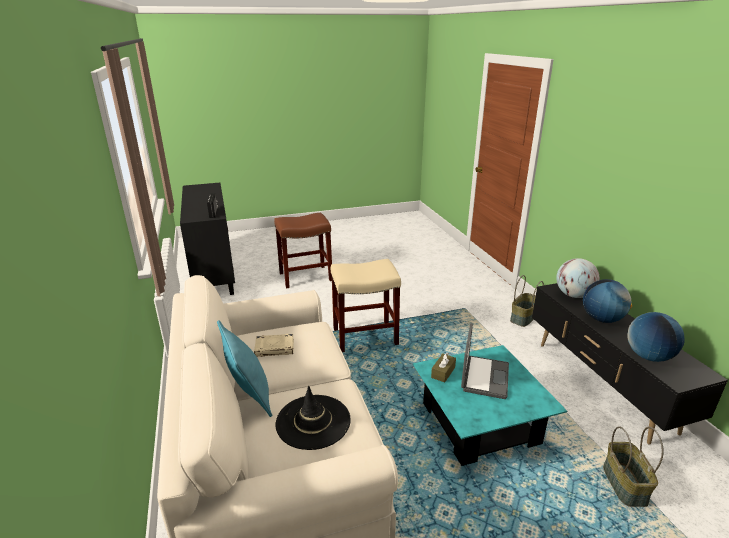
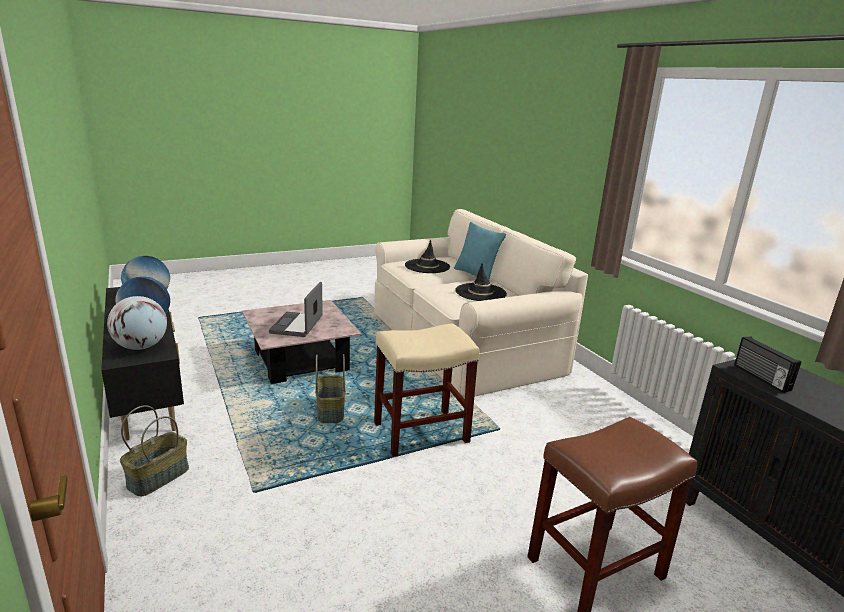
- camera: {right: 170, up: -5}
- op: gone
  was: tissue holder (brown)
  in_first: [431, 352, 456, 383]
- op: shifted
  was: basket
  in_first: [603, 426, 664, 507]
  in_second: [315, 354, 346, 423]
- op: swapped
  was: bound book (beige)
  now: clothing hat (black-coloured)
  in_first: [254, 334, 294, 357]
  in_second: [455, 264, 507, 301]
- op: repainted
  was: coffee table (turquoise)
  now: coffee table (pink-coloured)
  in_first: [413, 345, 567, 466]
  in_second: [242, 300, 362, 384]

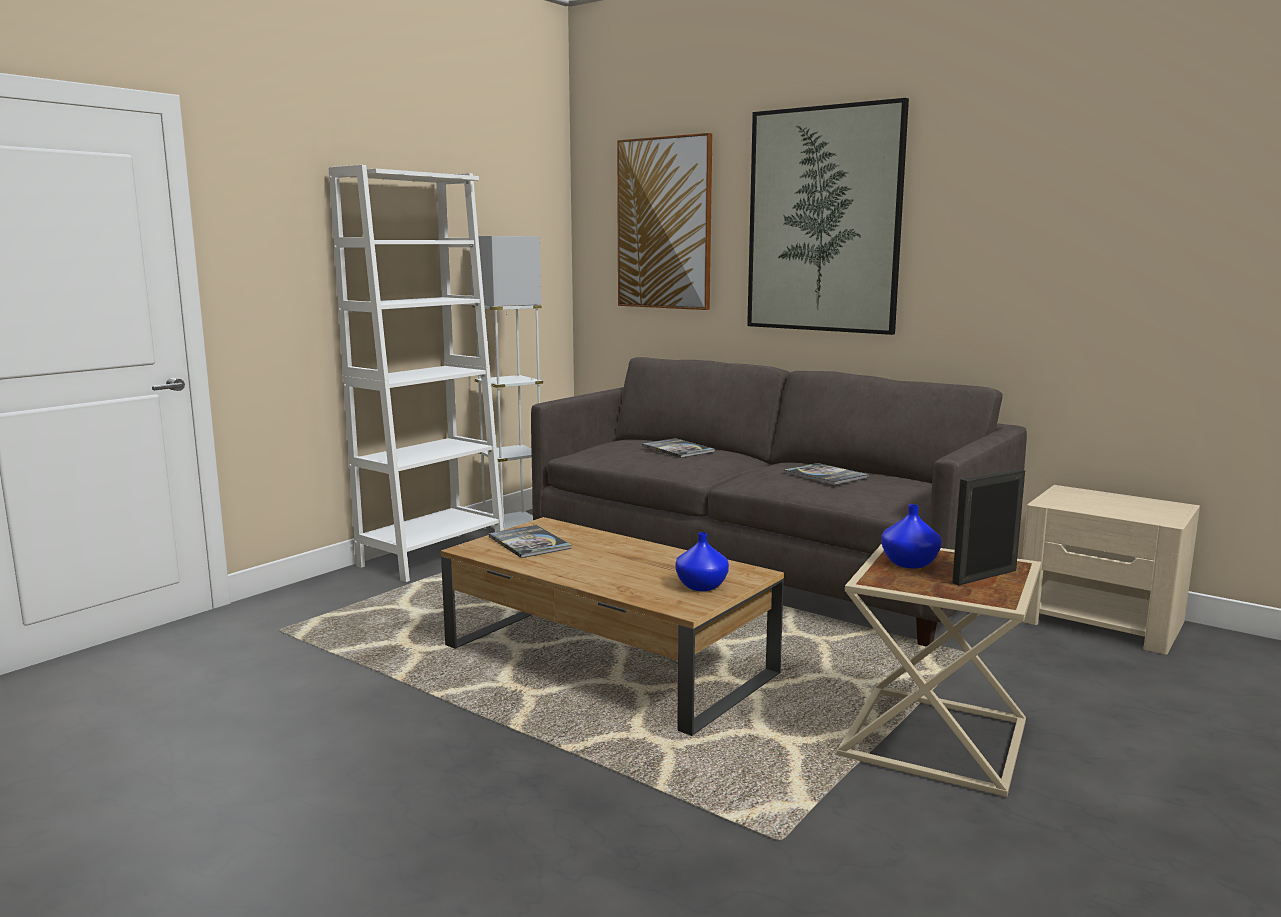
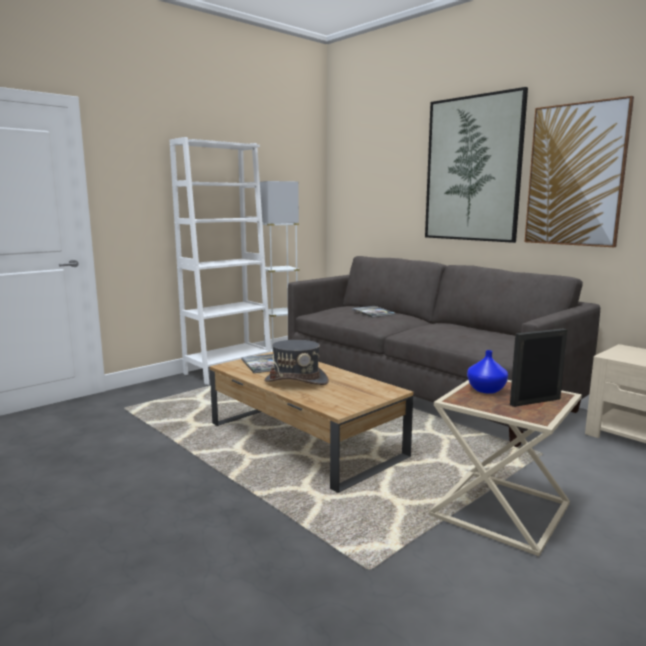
- camera: {right: 10, up: 0}
- op: gone
  was: flower vase (blue)
  in_first: [676, 532, 729, 591]
- op: gone
  was: bound book
  in_first: [784, 463, 869, 485]
- op: new
  now: clothing hat (grey)
  in_second: [264, 340, 329, 385]
- op: shifted
  was: wall art
  in_first: [617, 133, 712, 310]
  in_second: [525, 96, 634, 247]

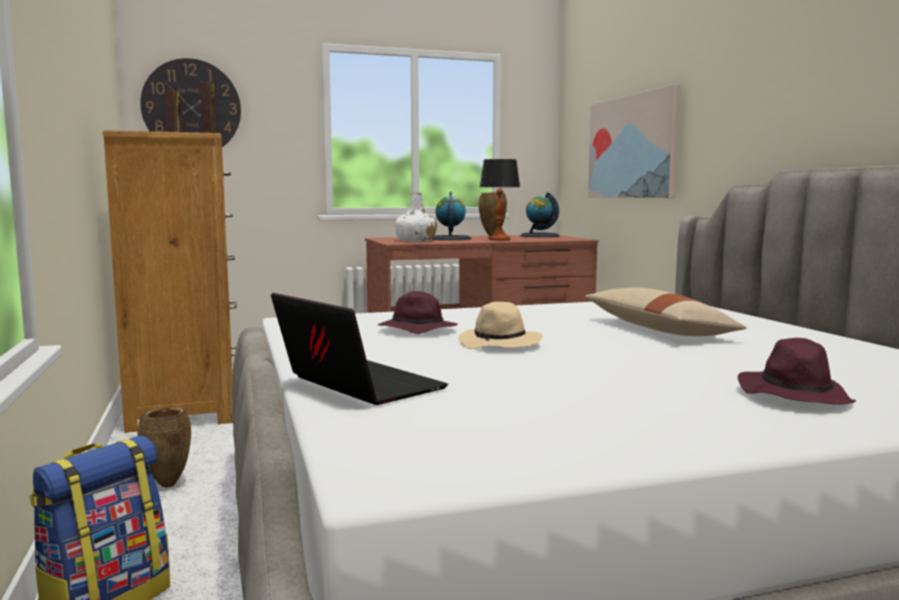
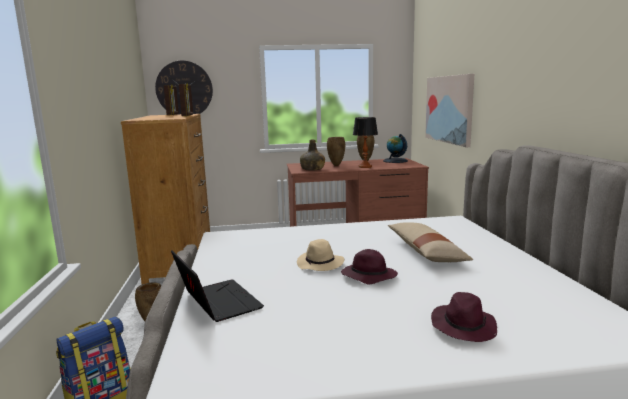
- camera: {right: 10, up: 5}
- op: shifted
  was: clothing hat (purple-coloured)
  in_first: [378, 291, 458, 334]
  in_second: [341, 249, 398, 284]
- op: swapped
  was: world globe
  now: flower vase (brown)
  in_first: [432, 192, 472, 240]
  in_second: [327, 137, 345, 166]
- op: repainted
  was: beverage bottle (whitish)
  now: beverage bottle (green-coloured)
  in_first: [395, 192, 437, 242]
  in_second: [300, 140, 325, 171]

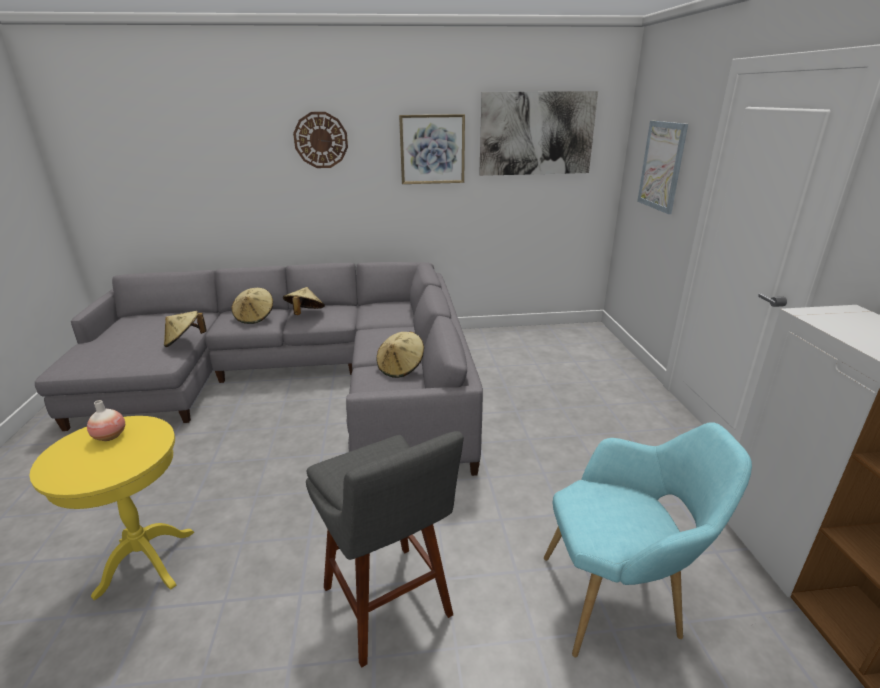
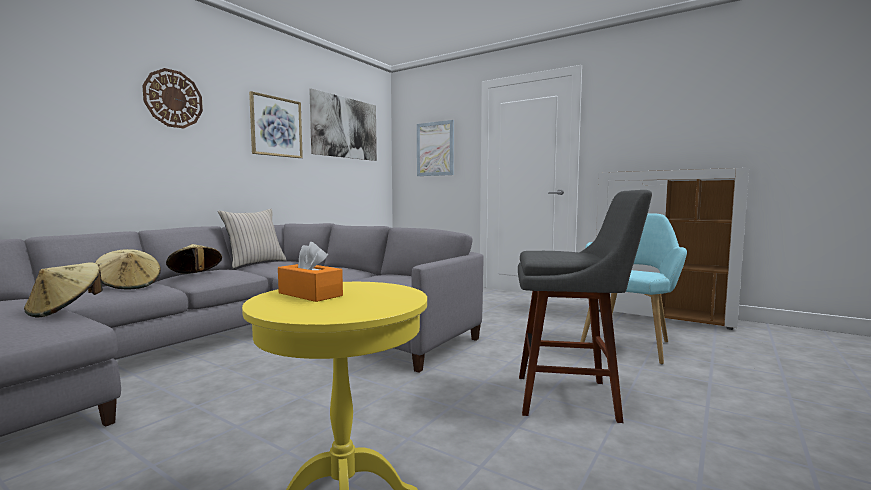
- camera: {right: -50, up: -20}
- op: gone
  was: clothing hat (beige)
  in_first: [377, 332, 424, 378]
- op: new
  now: pillow (beige)
  in_second: [218, 209, 287, 268]
- op: swapped
  was: flower vase
  now: tissue holder (orangey)
  in_first: [87, 400, 125, 441]
  in_second: [278, 242, 343, 302]

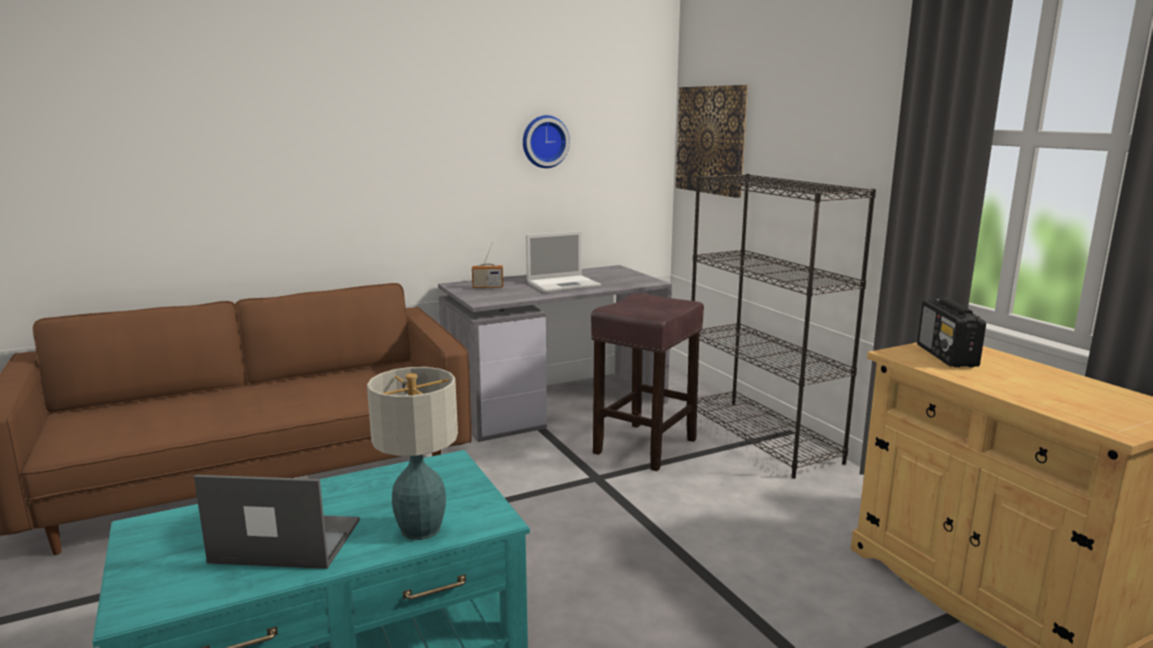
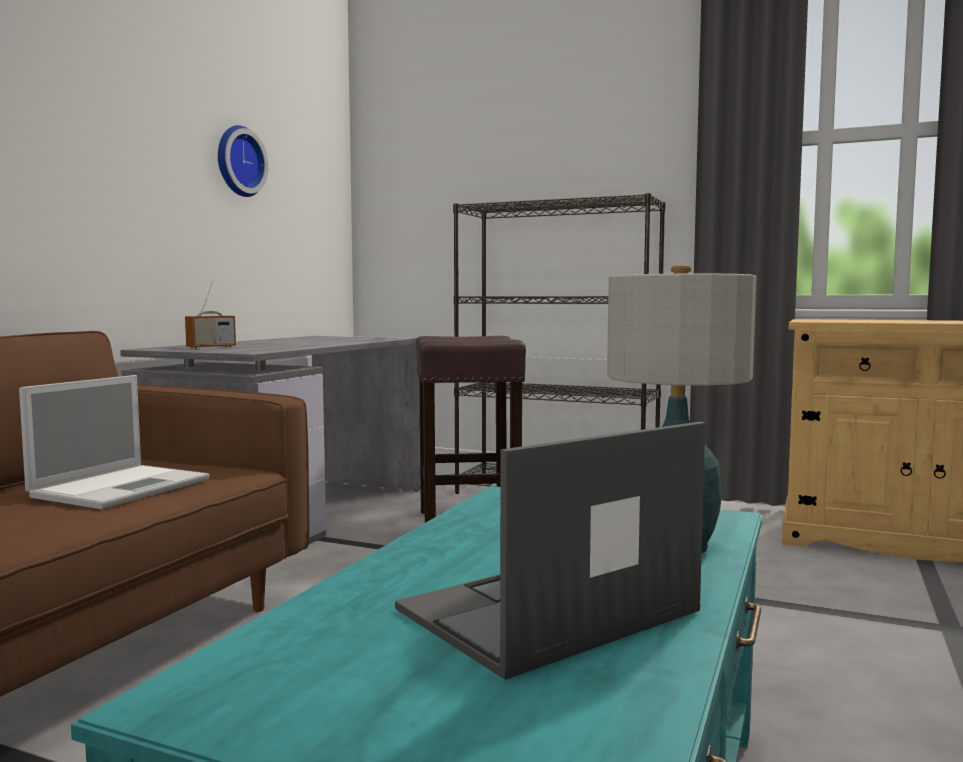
- camera: {right: -40, up: -10}
- op: gone
  was: wall art
  in_first: [676, 85, 748, 198]
- op: gone
  was: radio receiver
  in_first: [917, 299, 986, 368]
- op: shifted
  was: laptop
  in_first: [526, 231, 601, 293]
  in_second: [19, 375, 210, 509]

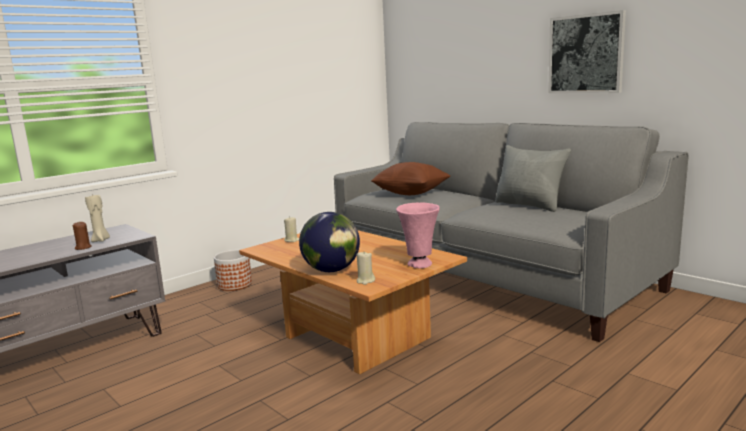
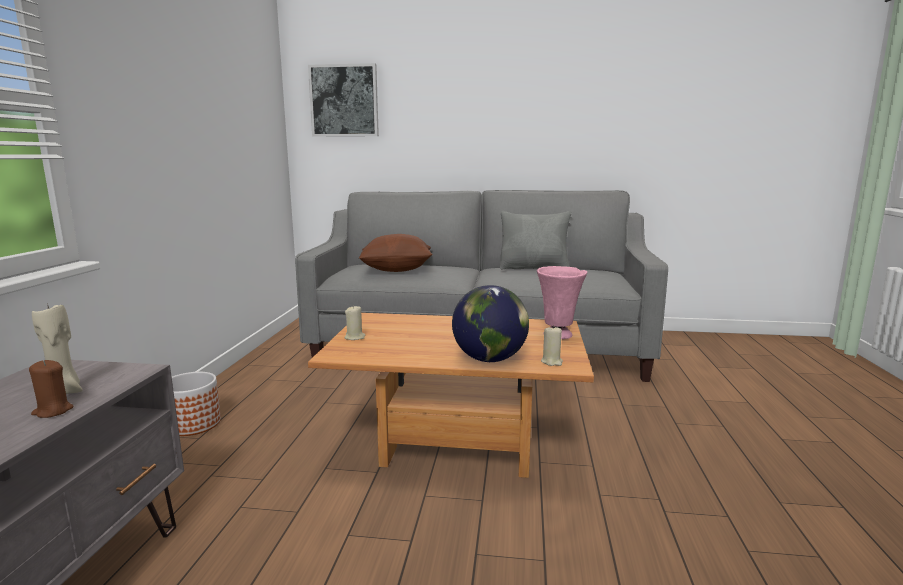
- camera: {right: -40, up: 0}
- op: shifted
  was: wall art
  in_first: [548, 10, 626, 93]
  in_second: [308, 63, 379, 137]

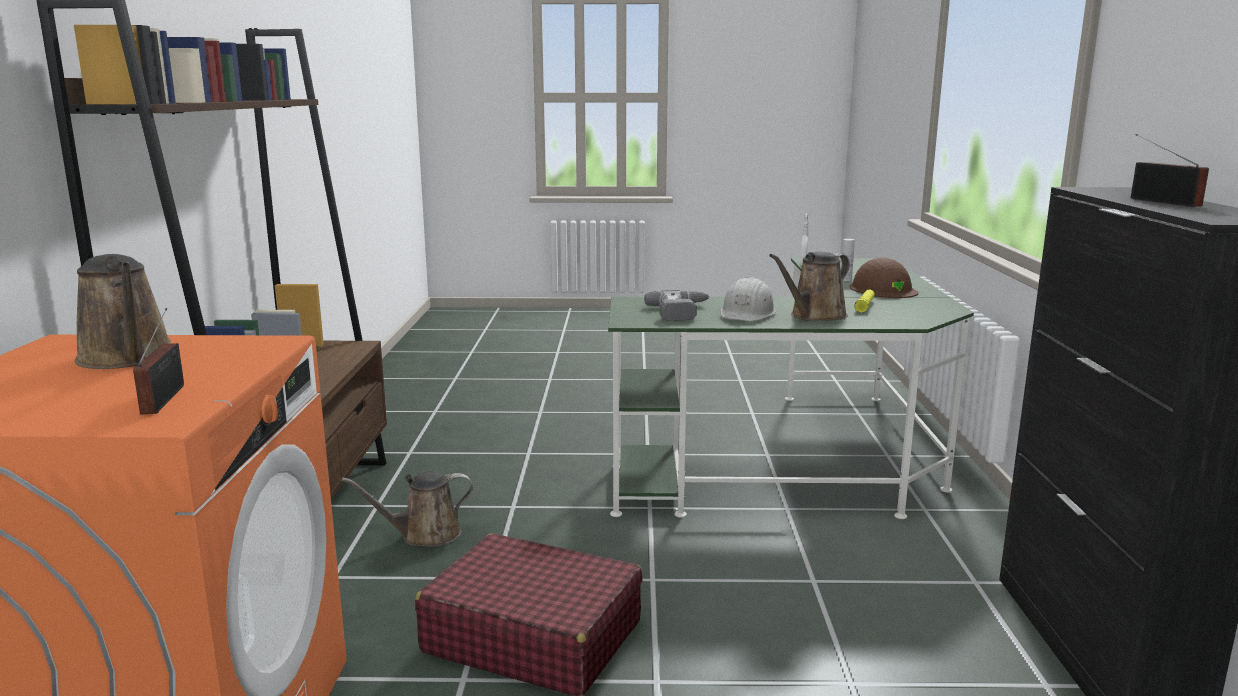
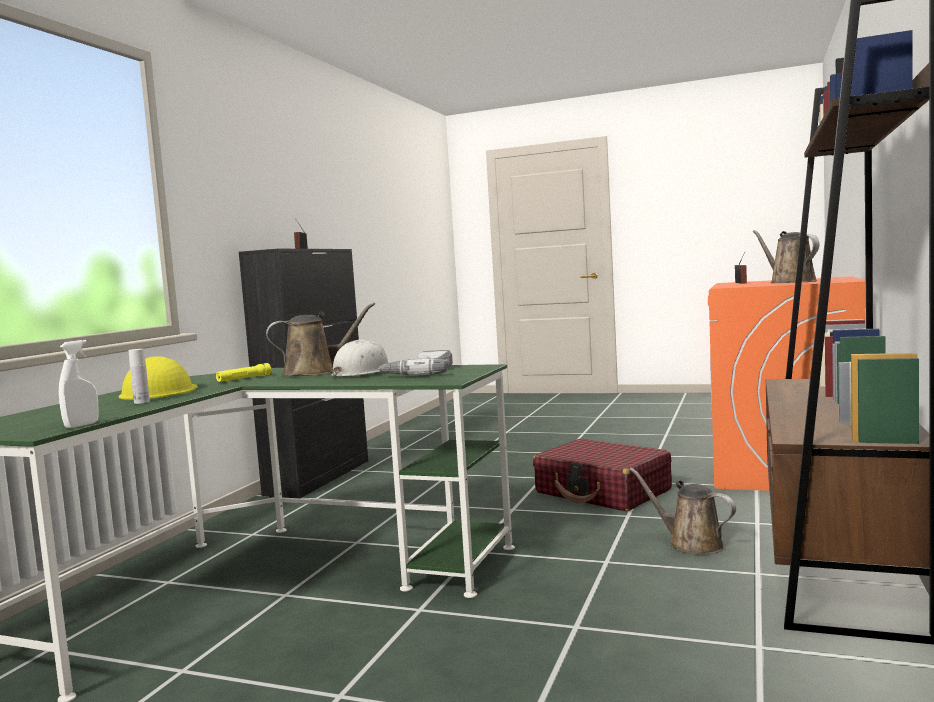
- camera: {right: -160, up: -10}
- op: repainted
  was: hard hat (brown)
  now: hard hat (yellow-coloured)
  in_first: [850, 258, 919, 298]
  in_second: [119, 356, 198, 400]
- op: rotated
  was: sprinkling can (brown)
  in_first: [342, 471, 473, 547]
  in_second: [629, 468, 736, 554]
  clockwise: -135

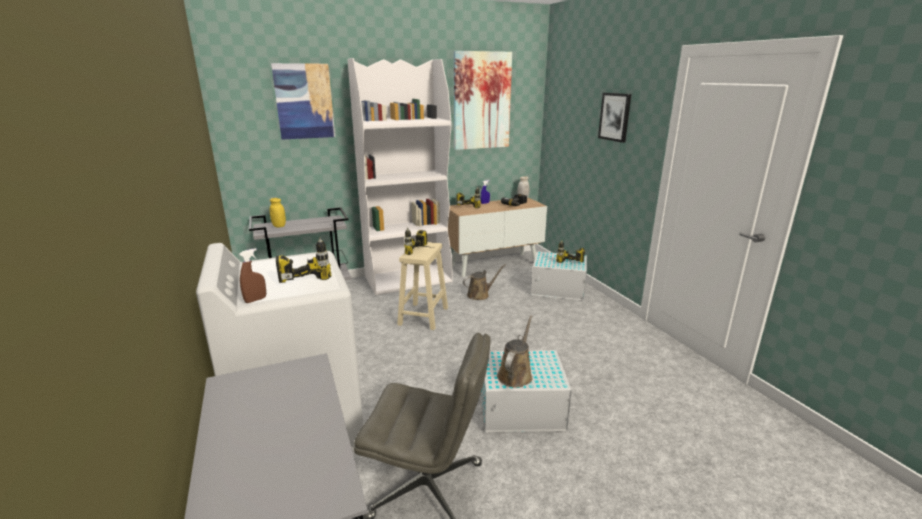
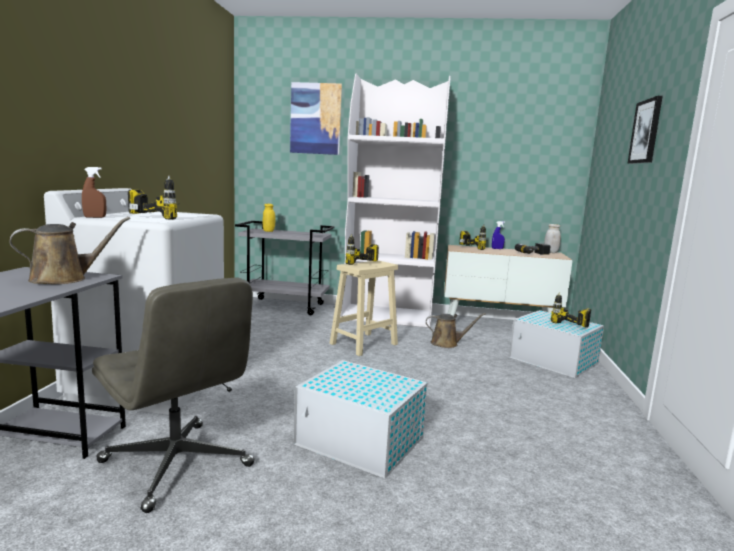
- camera: {right: 30, up: -10}
- op: gone
  was: wall art
  in_first: [454, 51, 512, 150]
- op: shifted
  was: sprinkling can (brown)
  in_first: [497, 315, 533, 388]
  in_second: [9, 217, 130, 284]

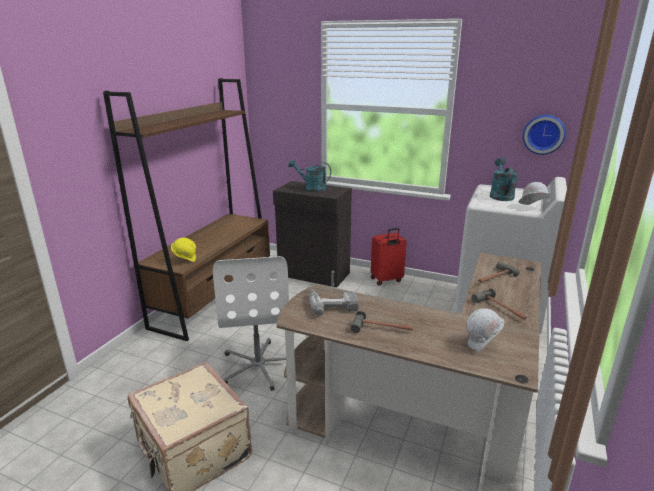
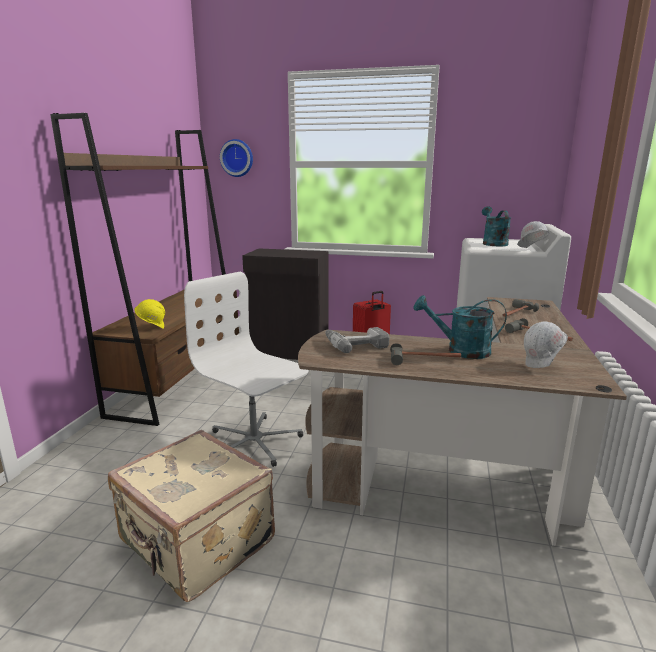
- camera: {right: -10, up: -5}
- op: shifted
  was: sprinkling can (turquoise)
  in_first: [288, 159, 331, 192]
  in_second: [413, 295, 507, 359]
- op: shifted
  was: hanging clock
  in_first: [522, 115, 566, 155]
  in_second: [220, 139, 253, 177]
- op: rotated
  was: computer chair (whitish)
  in_first: [213, 256, 289, 391]
  in_second: [184, 272, 309, 467]
  clockwise: 150

